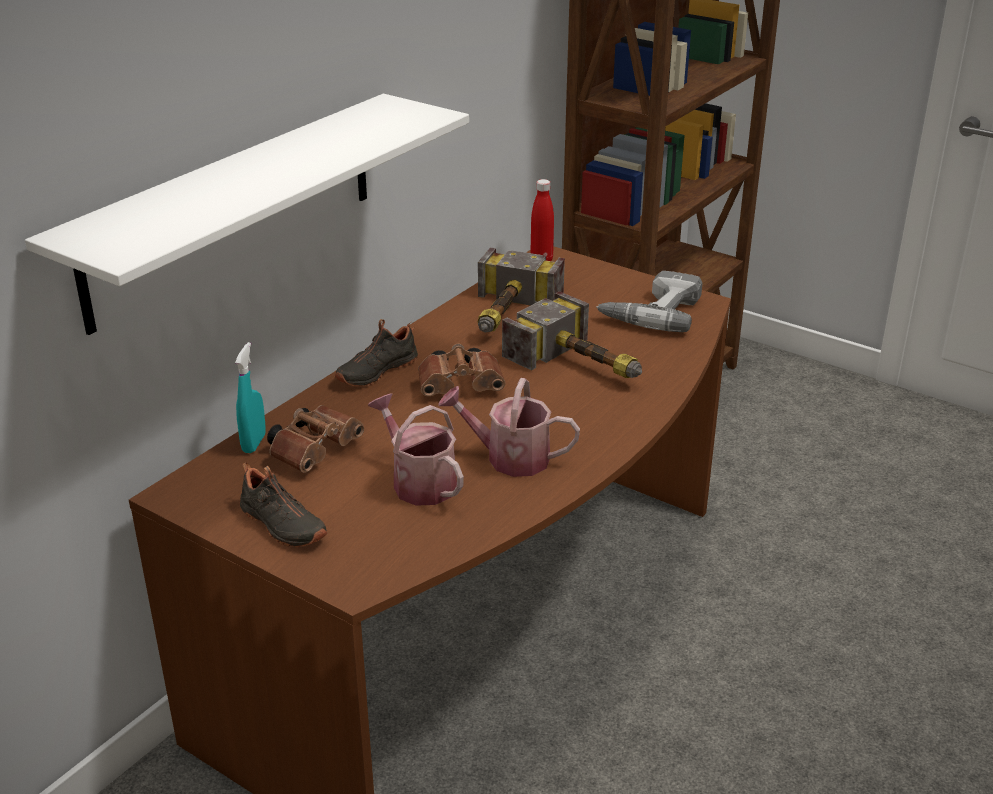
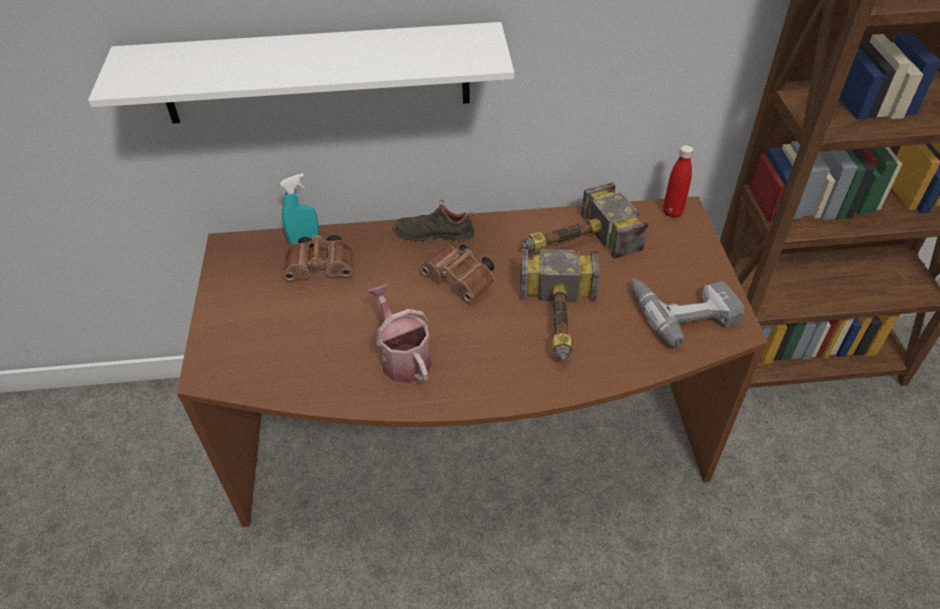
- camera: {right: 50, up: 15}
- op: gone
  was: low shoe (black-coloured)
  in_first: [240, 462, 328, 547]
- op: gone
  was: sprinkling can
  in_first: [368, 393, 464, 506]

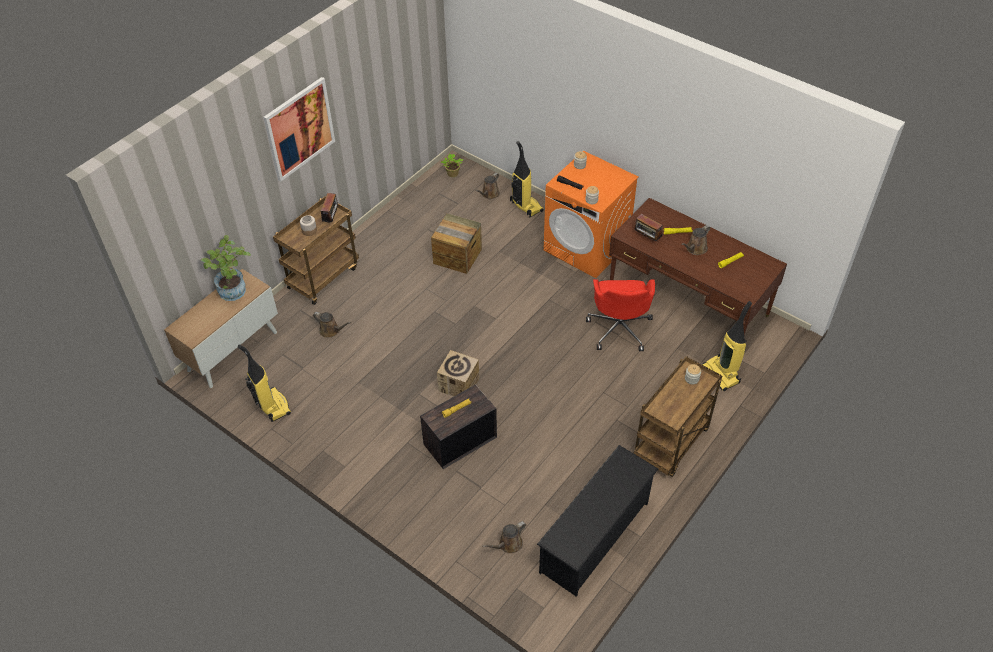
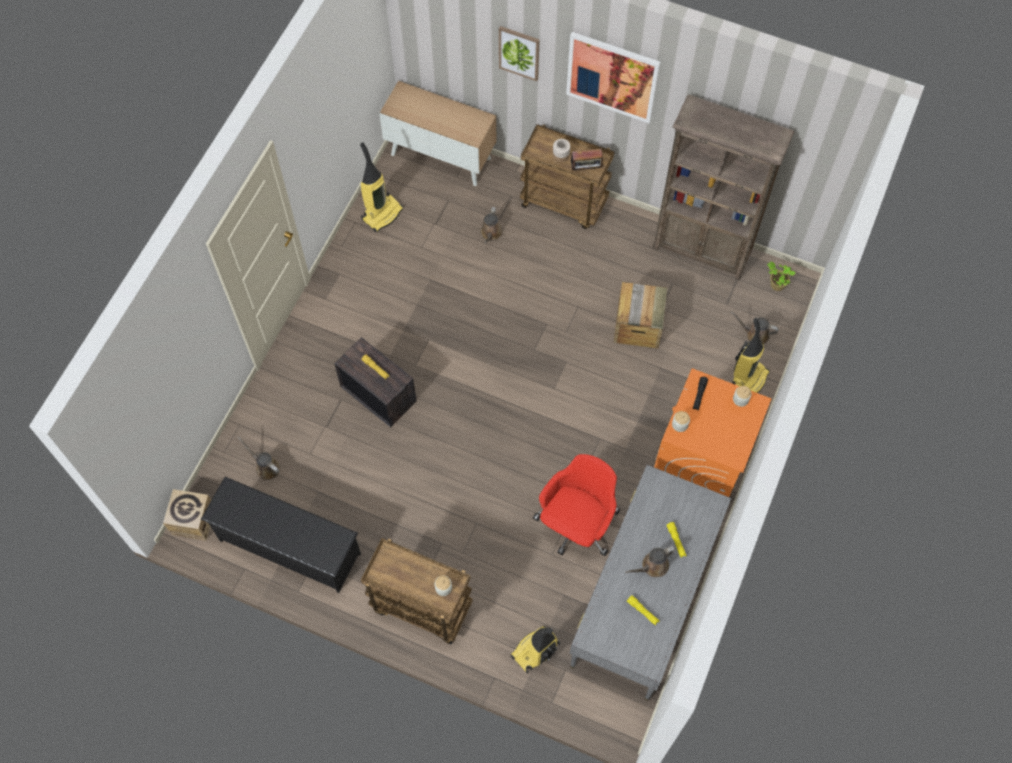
- camera: {right: 75, up: 15}
- op: gone
  was: plant in a pot
  in_first: [201, 235, 251, 301]
- op: gone
  was: radio receiver
  in_first: [634, 214, 663, 242]
- op: new
  now: wall art
  in_second: [499, 26, 540, 81]
- op: new
  now: shelving unit (brown)
  in_second: [653, 95, 794, 281]
- op: shifted
  was: cardboard box
  in_first: [437, 350, 479, 396]
  in_second: [163, 489, 211, 541]
- op: repainted
  was: desk (brown)
  now: desk (grey)
  in_first: [609, 198, 787, 335]
  in_second: [570, 465, 731, 701]
- op: rotated
  was: computer chair (red)
  in_first: [586, 279, 655, 351]
  in_second: [533, 454, 620, 556]
  clockwise: 135
- op: rotated
  was: sprinkling can (brown)
  in_first: [681, 225, 710, 255]
  in_second: [625, 546, 676, 577]
  clockwise: -60

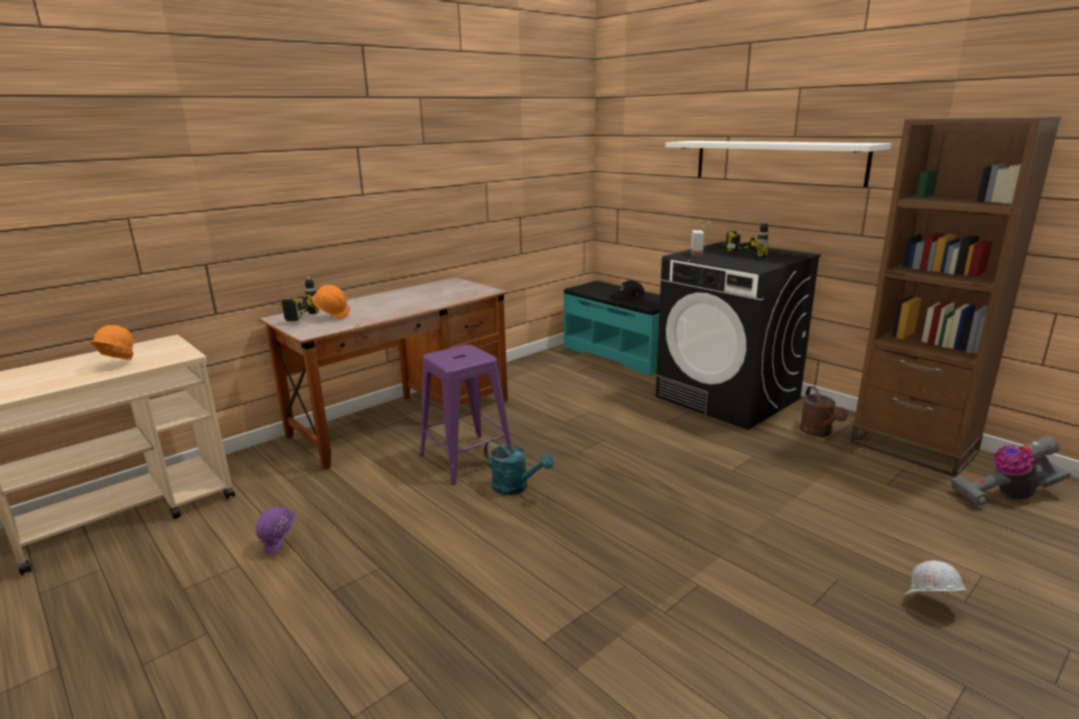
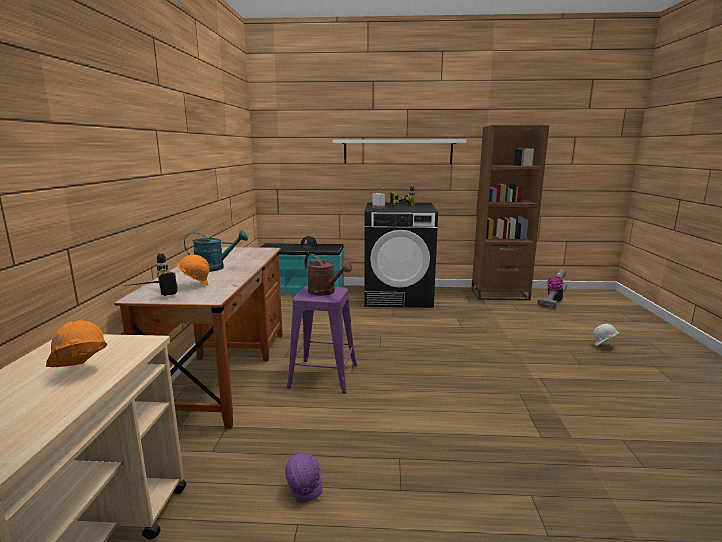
- camera: {right: -45, up: -5}
- op: shifted
  was: sprinkling can (turquoise)
  in_first: [484, 439, 554, 495]
  in_second: [184, 230, 248, 272]
- op: shifted
  was: sprinkling can (brown)
  in_first: [800, 386, 848, 437]
  in_second: [304, 254, 352, 296]

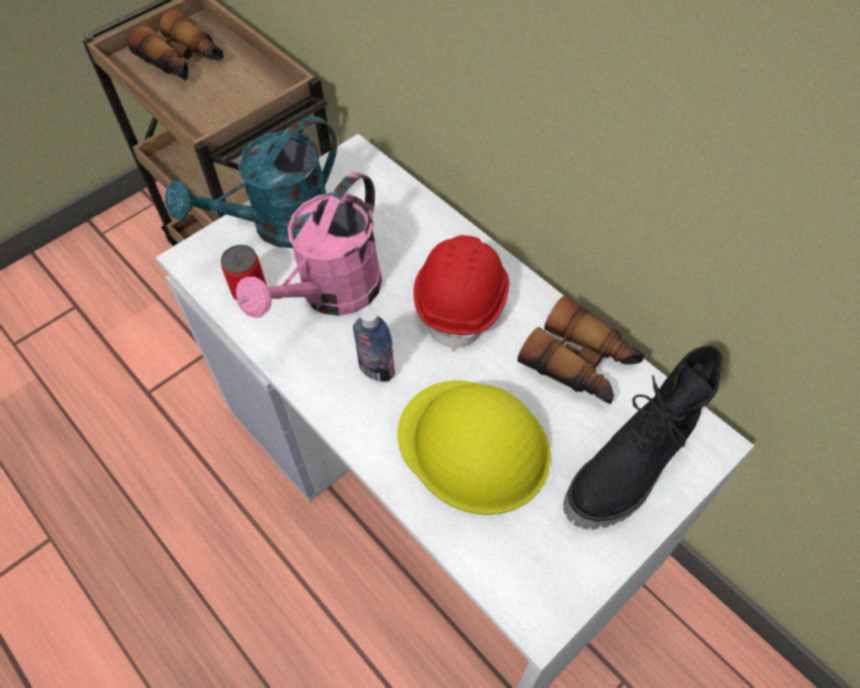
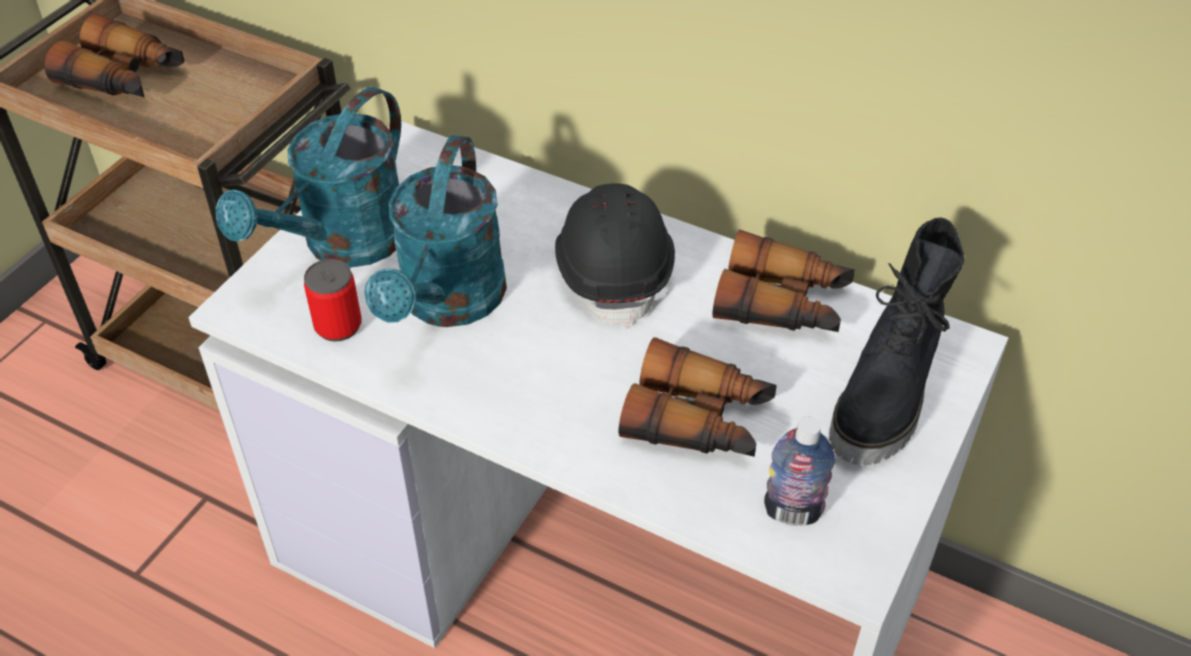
- camera: {right: -20, up: -10}
- op: shifted
  was: beverage bottle
  in_first: [353, 308, 395, 382]
  in_second: [764, 416, 835, 526]
- op: swapped
  was: hard hat (yellow-coloured)
  now: binoculars
  in_first: [397, 380, 551, 515]
  in_second: [618, 337, 777, 457]
- op: repainted
  was: sprinkling can (pink-coloured)
  now: sprinkling can (turquoise)
  in_first: [236, 172, 382, 318]
  in_second: [364, 135, 507, 327]
- op: repainted
  was: hard hat (red)
  now: hard hat (black-coloured)
  in_first: [413, 235, 509, 352]
  in_second: [555, 184, 675, 328]

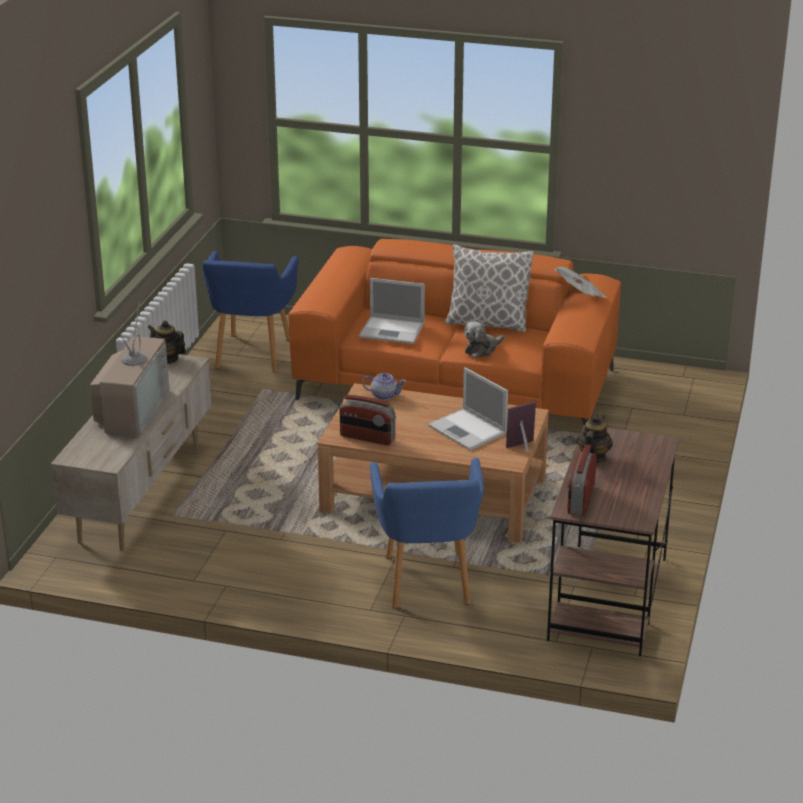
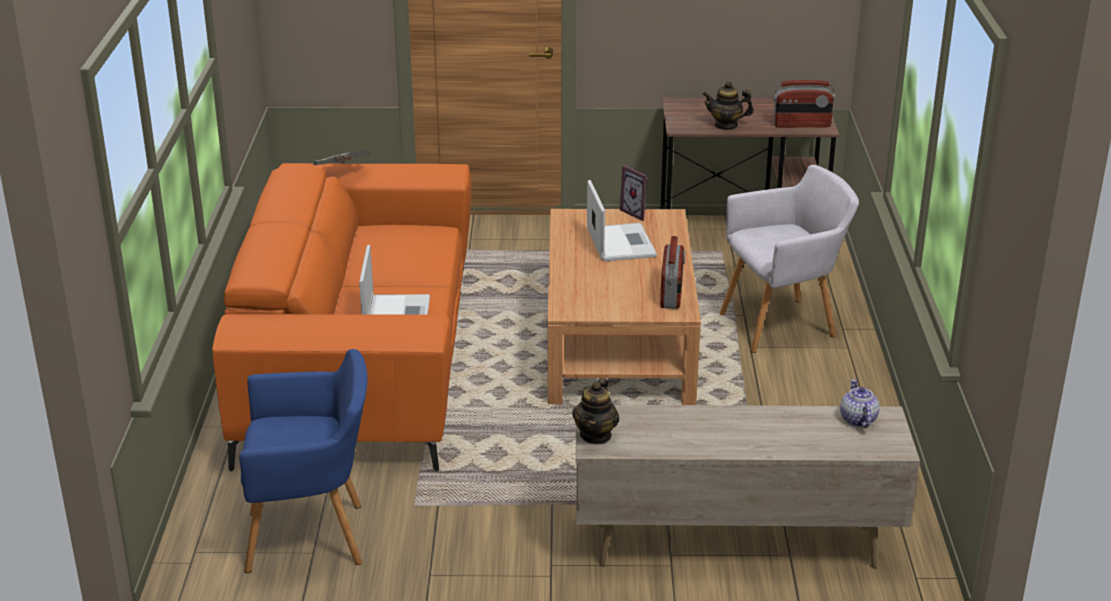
- camera: {right: -105, up: 0}
- op: gone
  was: television
  in_first: [90, 301, 169, 438]
- op: gone
  was: pillow
  in_first: [445, 244, 534, 332]
- op: gone
  was: soft toy
  in_first: [464, 321, 505, 358]
- op: shifted
  was: teapot
  in_first: [362, 373, 406, 400]
  in_second: [840, 379, 880, 428]
- op: repainted
  was: armchair (blue)
  now: armchair (grey)
  in_first: [370, 458, 484, 609]
  in_second: [720, 165, 859, 353]
- op: rotated
  was: laptop
  in_first: [428, 367, 508, 450]
  in_second: [587, 180, 657, 262]
  clockwise: -45

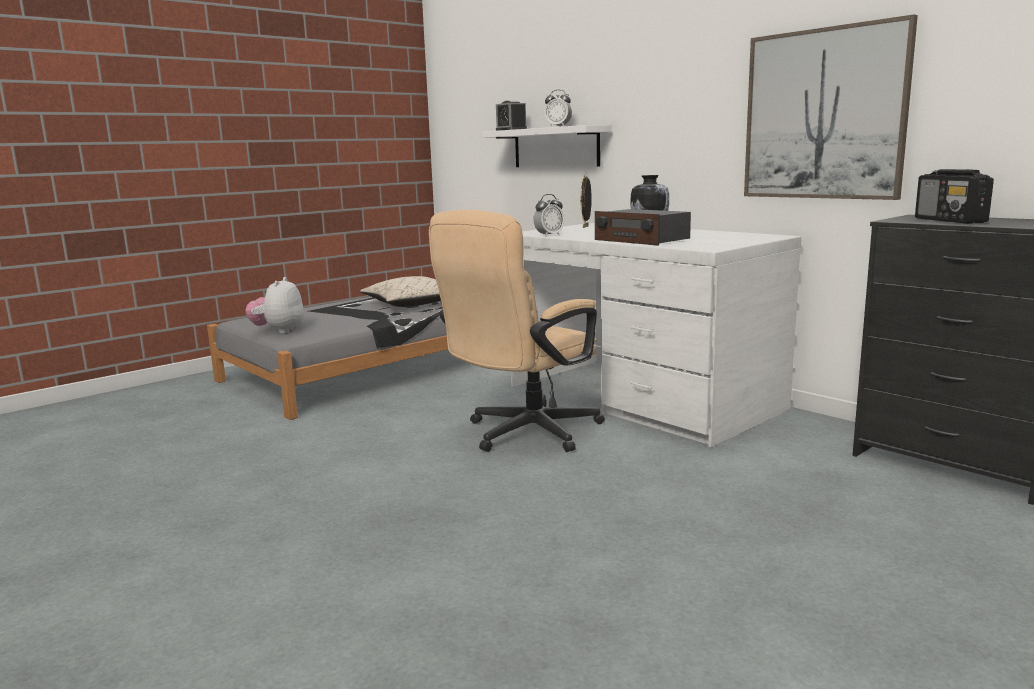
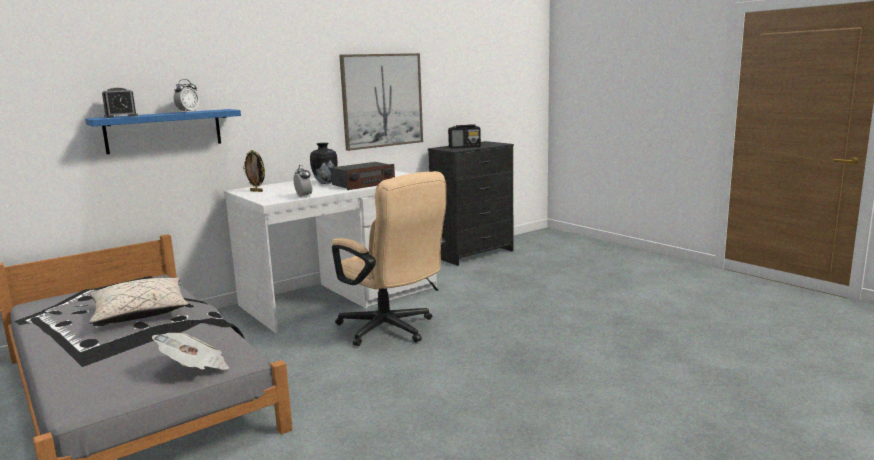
- camera: {right: -85, up: 0}
- op: swapped
  was: soft toy
  now: newspaper
  in_first: [245, 277, 303, 334]
  in_second: [152, 333, 230, 370]
- op: repainted
  was: shelf (whitish)
  now: shelf (blue)
  in_first: [482, 125, 611, 167]
  in_second: [85, 109, 241, 154]

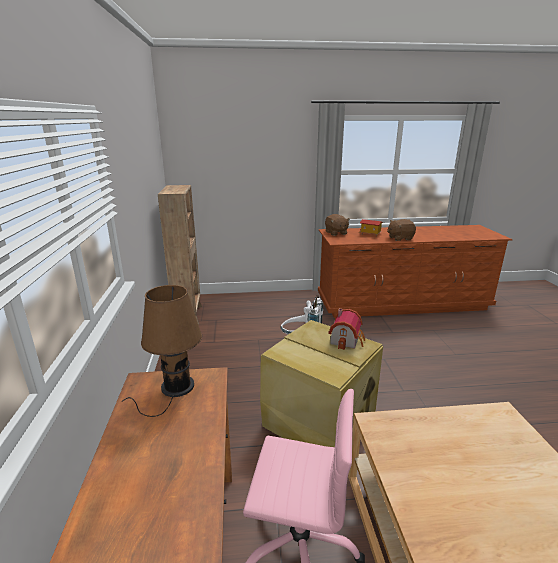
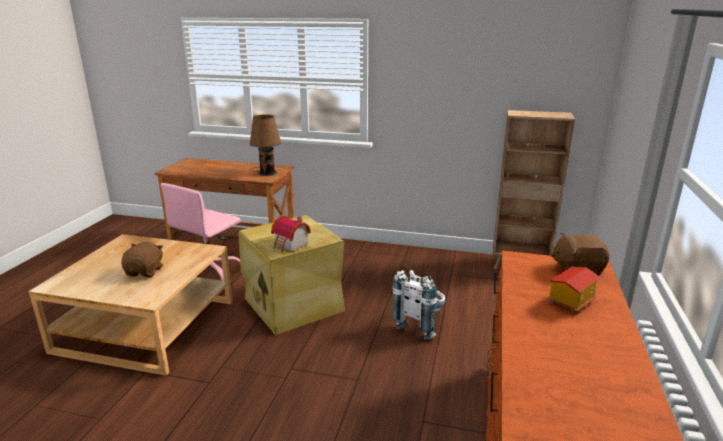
- camera: {right: 110, up: 0}
- op: shifted
  was: soft toy (brown)
  in_first: [387, 219, 416, 241]
  in_second: [122, 242, 163, 277]

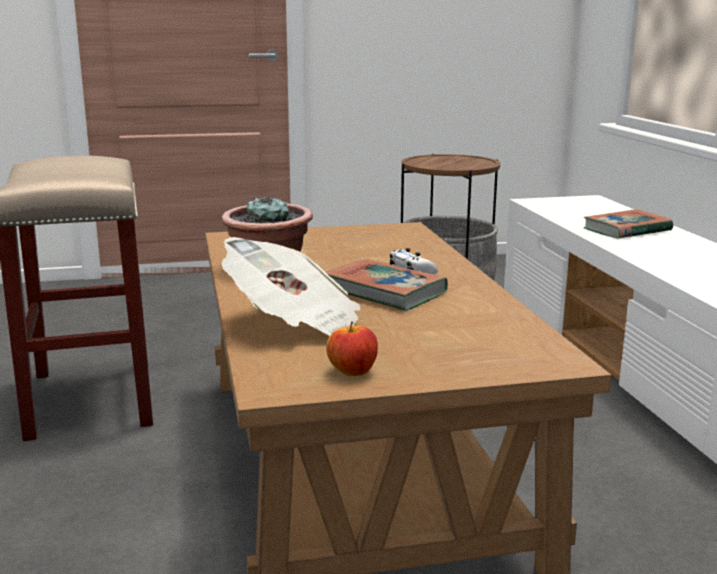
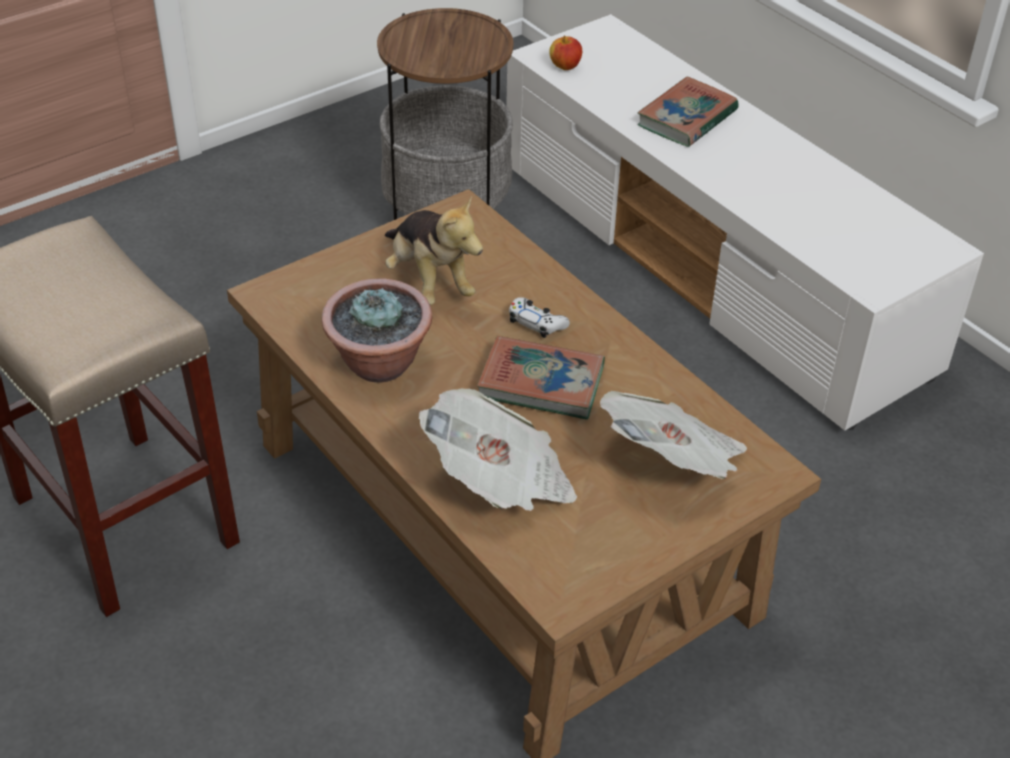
- camera: {right: -25, up: 25}
- op: new
  now: soft toy
  in_second: [385, 196, 483, 305]
- op: new
  now: newspaper
  in_second: [600, 391, 747, 479]
- op: shifted
  was: apple
  in_first: [326, 321, 378, 376]
  in_second: [549, 35, 582, 70]

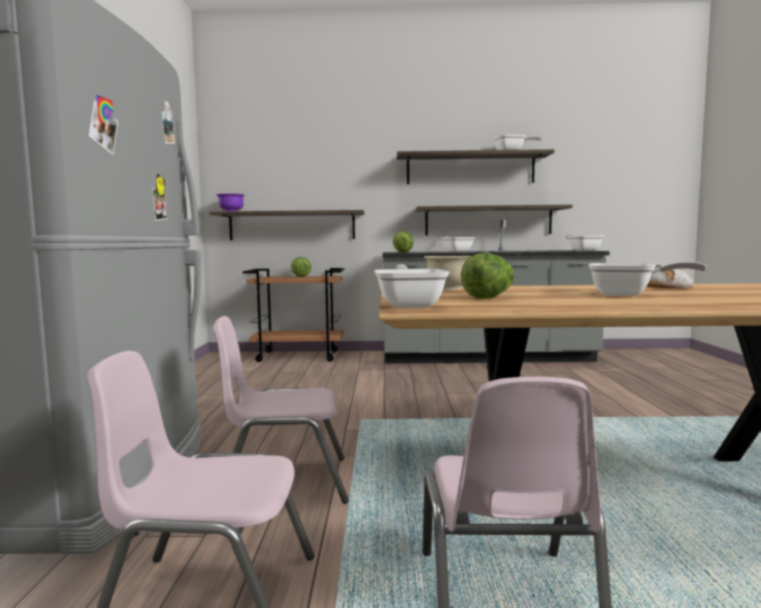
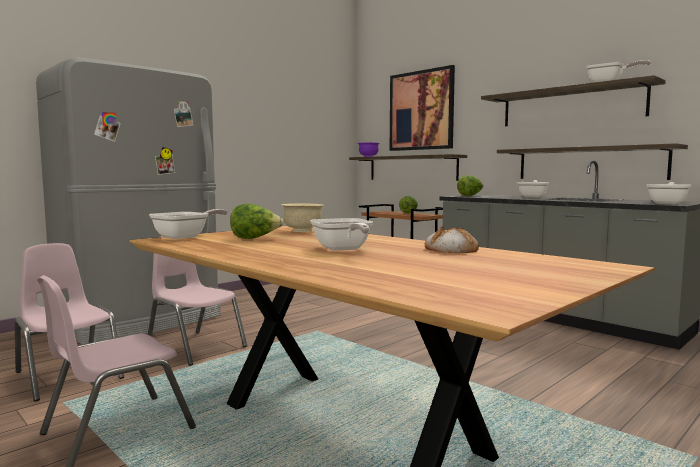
- camera: {right: 45, up: 0}
- op: new
  now: wall art
  in_second: [390, 65, 455, 151]

